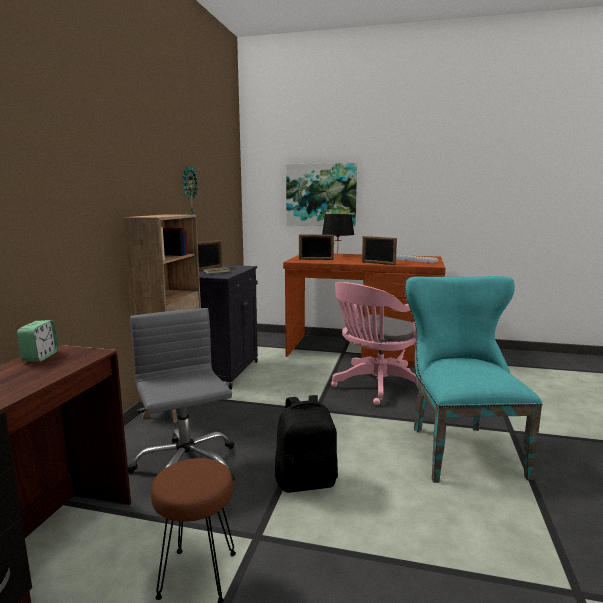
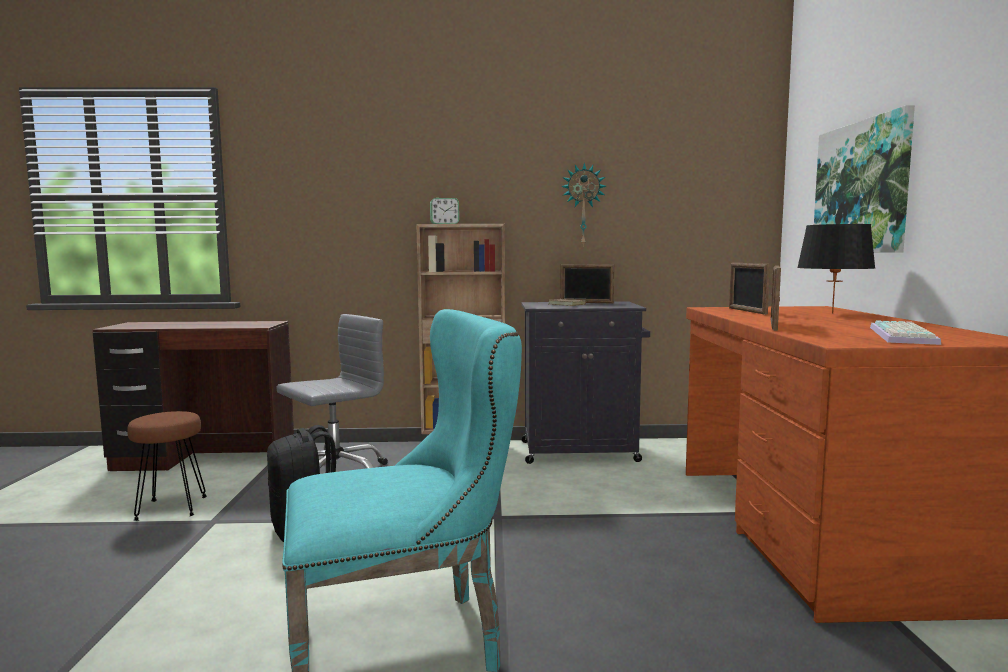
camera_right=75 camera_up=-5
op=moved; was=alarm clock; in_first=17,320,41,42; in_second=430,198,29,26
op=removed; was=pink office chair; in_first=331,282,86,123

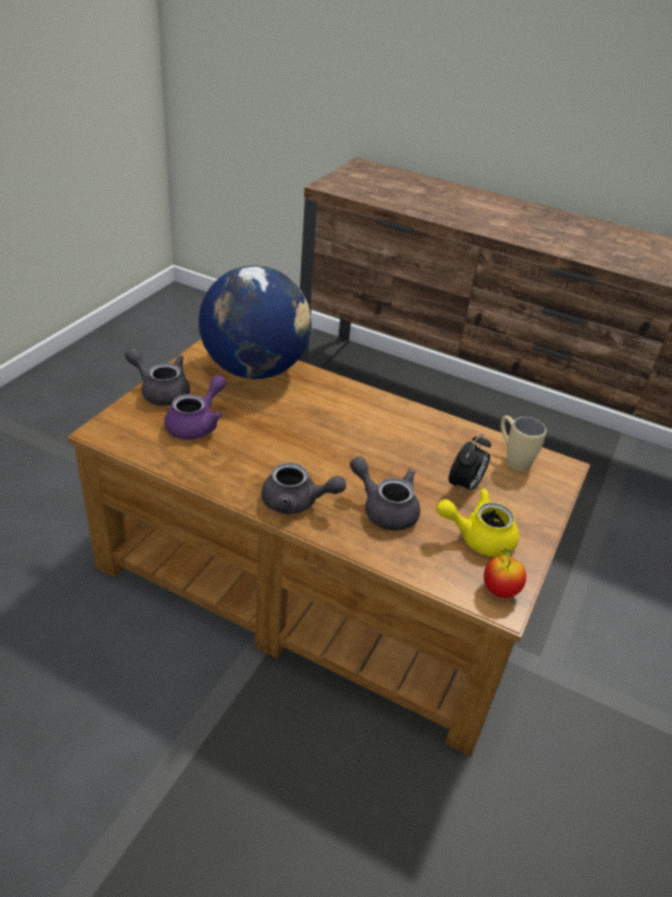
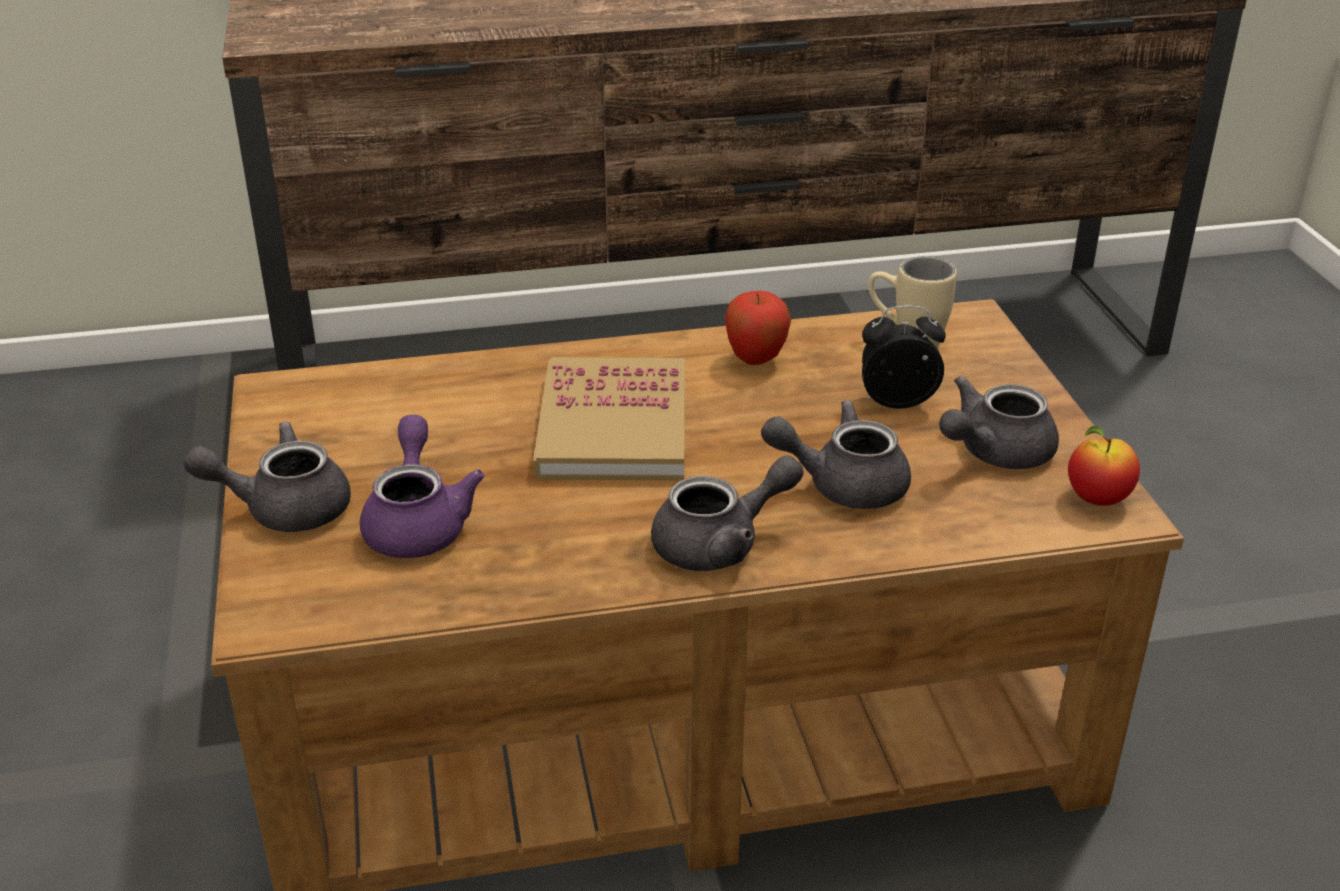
camera_right=-35 camera_up=-5
op=added; now=book; in_second=533,357,152,123
op=added; now=apple; in_second=725,291,66,74
op=turned; was=alarm clock; in_first=449,434,42,60; in_second=862,305,84,104; clockwise=-90
op=recoloured; was=yellow teapot; now=grey teapot; in_first=436,488,83,69; in_second=939,375,120,94
op=removed; was=globe; in_first=199,265,112,114

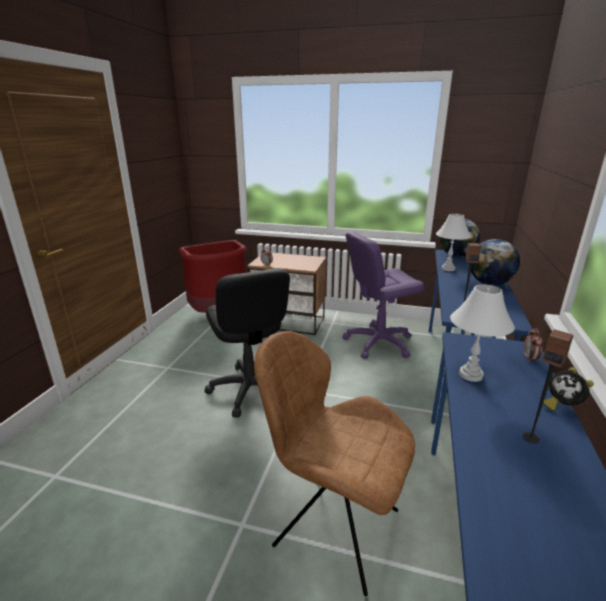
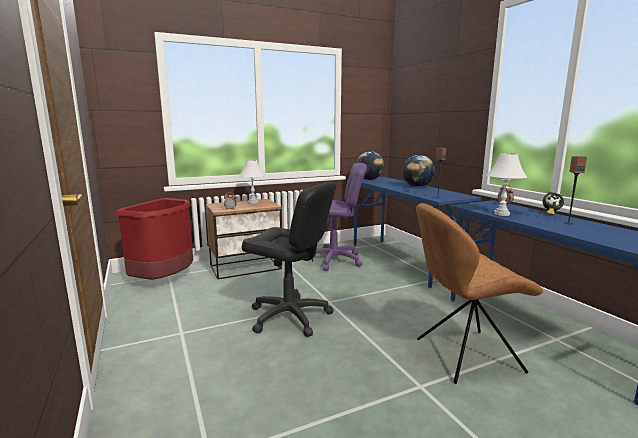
camera_right=-40 camera_up=-10
op=moved; was=white table lamp; in_first=436,214,36,57; in_second=239,160,26,44
op=turned; was=purple office chair; in_first=342,232,82,127; in_second=304,163,63,108; clockwise=-120

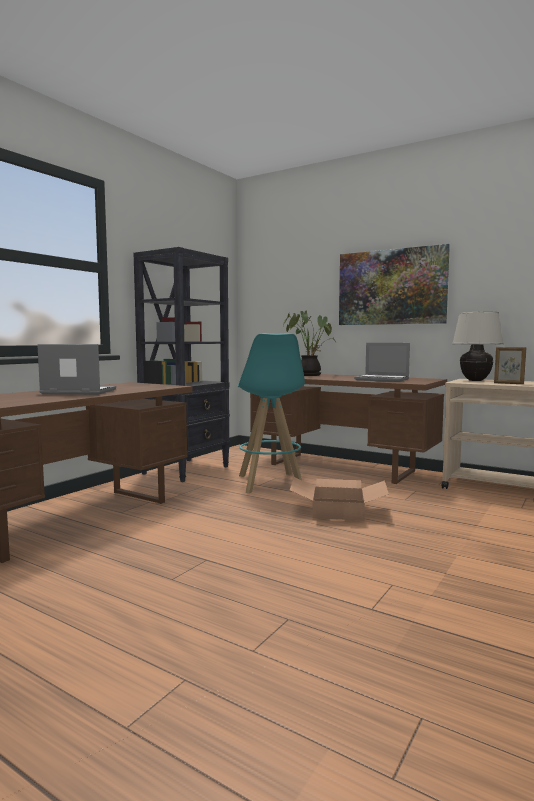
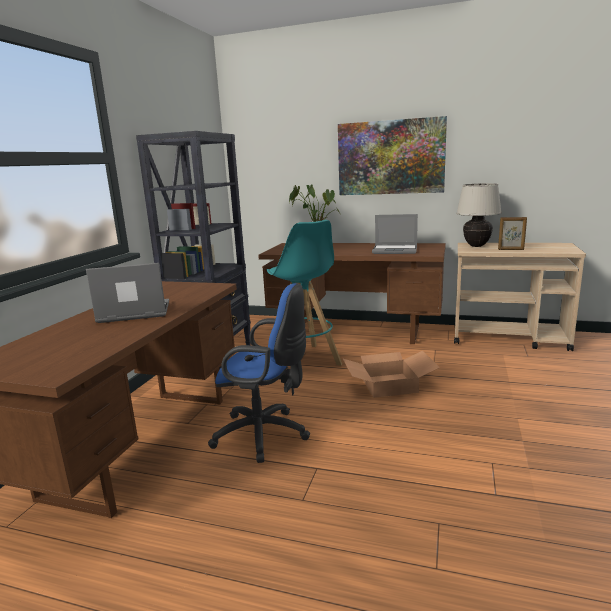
camera_right=-15 camera_up=10
op=added; now=blue office chair; in_second=208,283,102,180

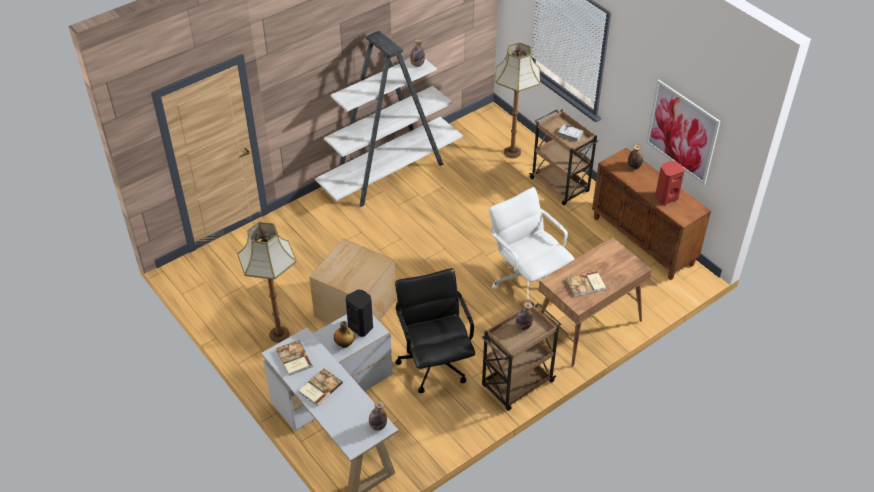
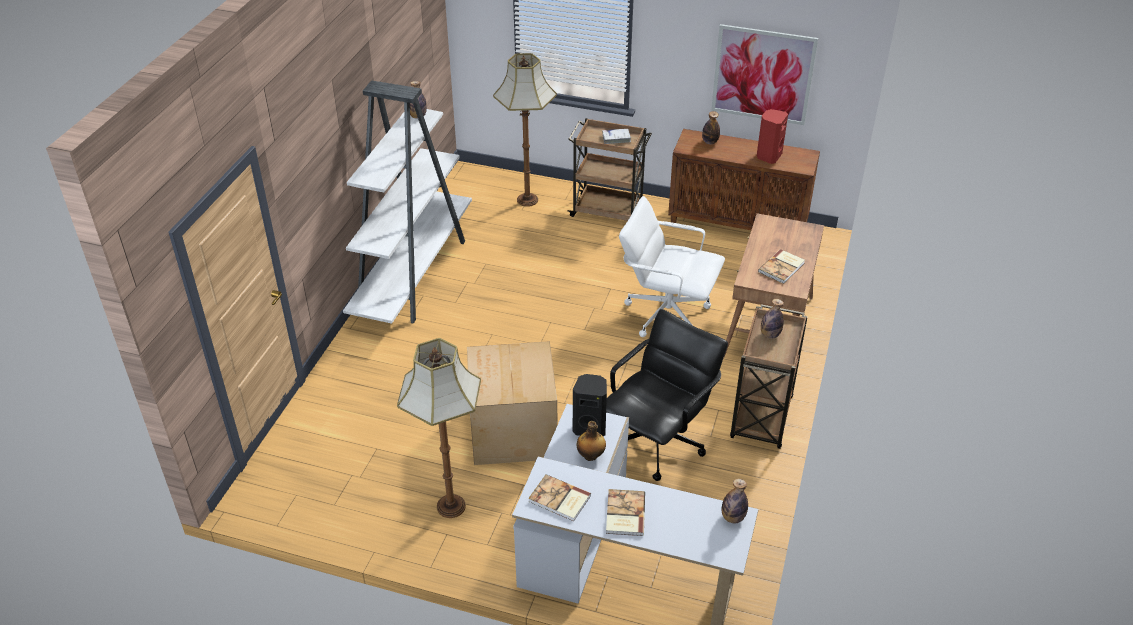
camera_right=-35 camera_up=-5
op=turned; was=black office chair; in_first=395,268,80,125; in_second=606,309,122,172; clockwise=90

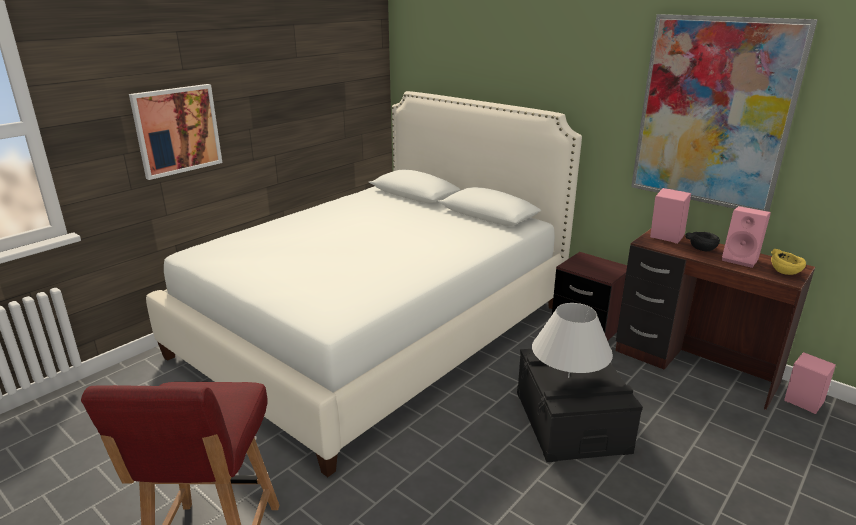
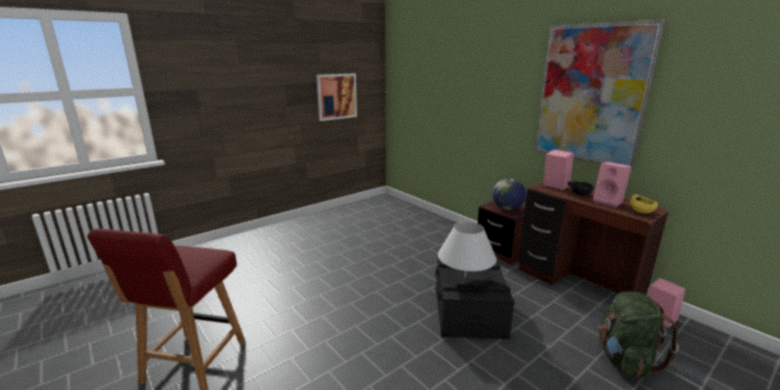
camera_right=10 camera_up=-5
op=moved; was=picture; in_first=129,84,93,96; in_second=316,73,41,48
op=added; now=globe; in_second=492,178,34,32
op=added; now=green backpack; in_second=598,292,81,86
op=removed; was=white bed; in_first=146,91,436,386

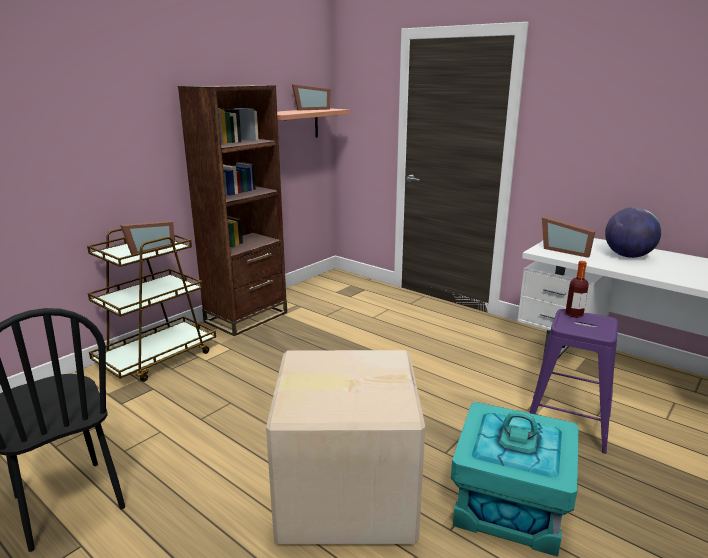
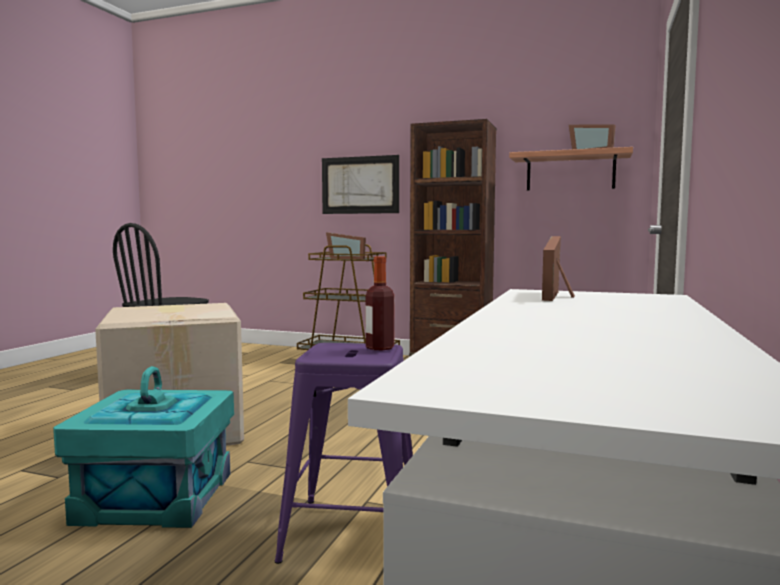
camera_right=70 camera_up=-15
op=added; now=picture; in_second=322,155,77,59
op=removed; was=globe; in_first=605,207,57,51

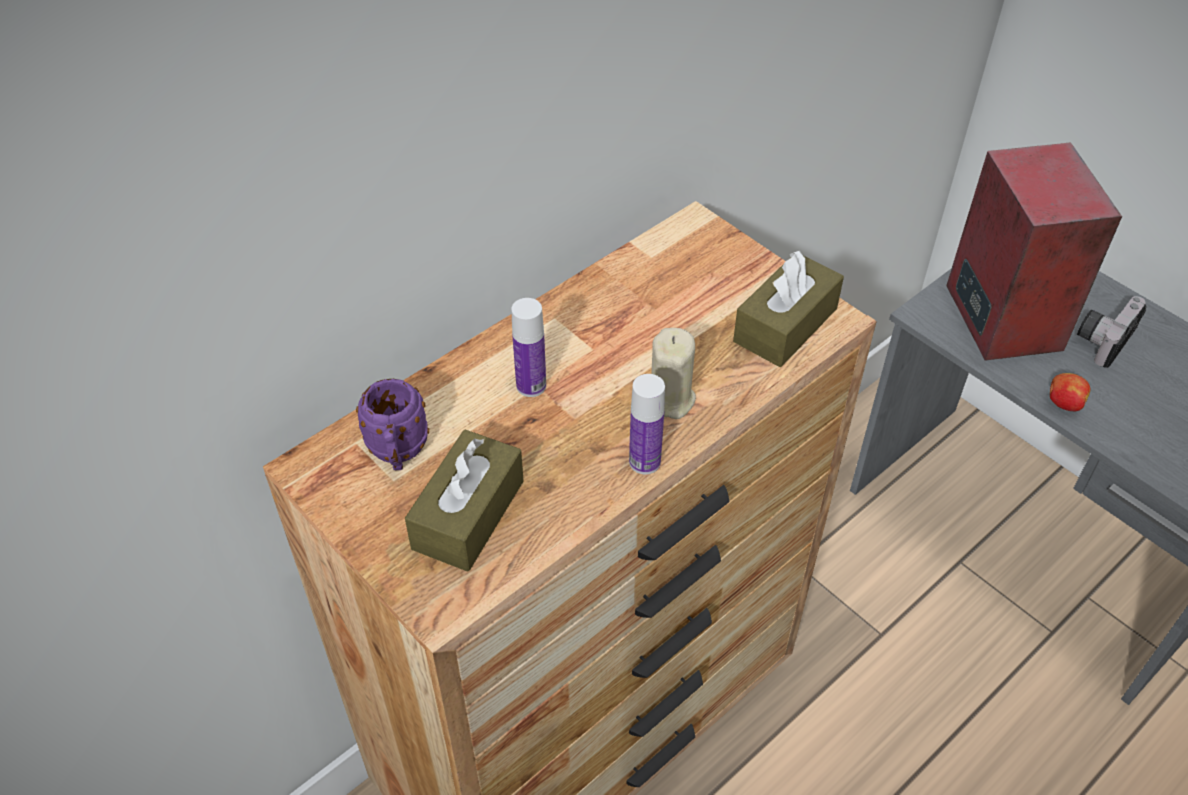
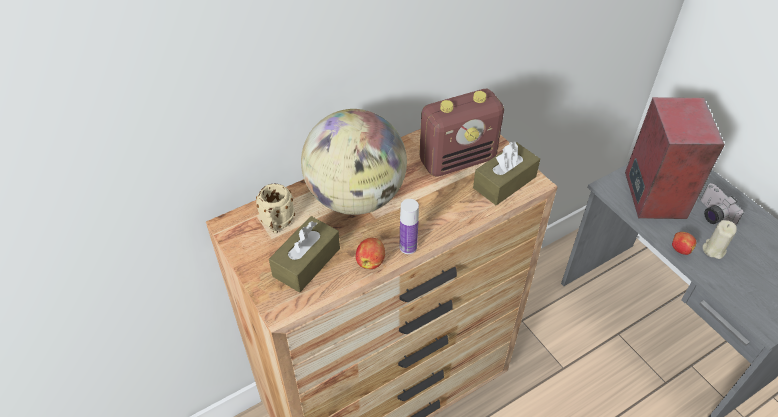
camera_right=10 camera_up=0
op=recoloured; was=purple mug; now=beige mug; in_first=356,379,73,91; in_second=256,184,39,50
op=replaced; was=bottle; now=globe; in_first=511,298,35,99; in_second=301,109,106,106
op=added; now=apple; in_second=356,238,29,31
op=added; now=radio; in_second=419,89,85,88
op=turned; was=photo camera; in_first=1077,296,70,72; in_second=701,183,42,42; clockwise=-75
op=moved; was=beige candle; in_first=651,328,45,91; in_second=702,220,35,39

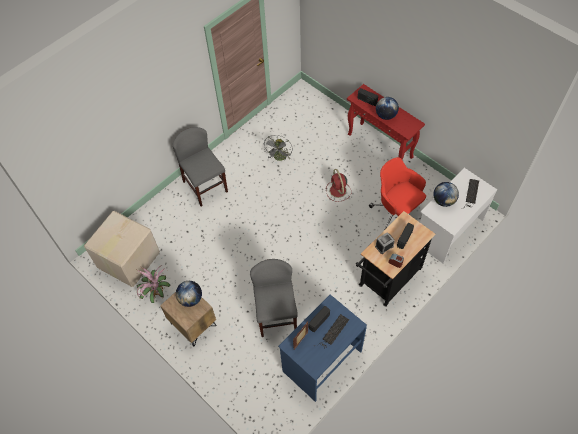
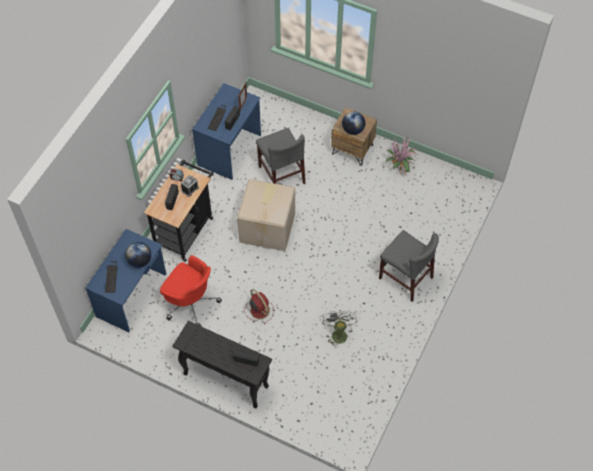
camera_right=160 camera_up=0
op=recoloured; was=white desk; now=blue desk; in_first=420,168,77,96; in_second=85,229,81,103
op=recoloured; was=red console table; now=black console table; in_first=347,84,78,76; in_second=173,321,99,88
op=moved; was=cardboard box; in_first=84,211,76,76; in_second=237,179,58,72
op=removed; was=globe; in_first=376,97,23,23

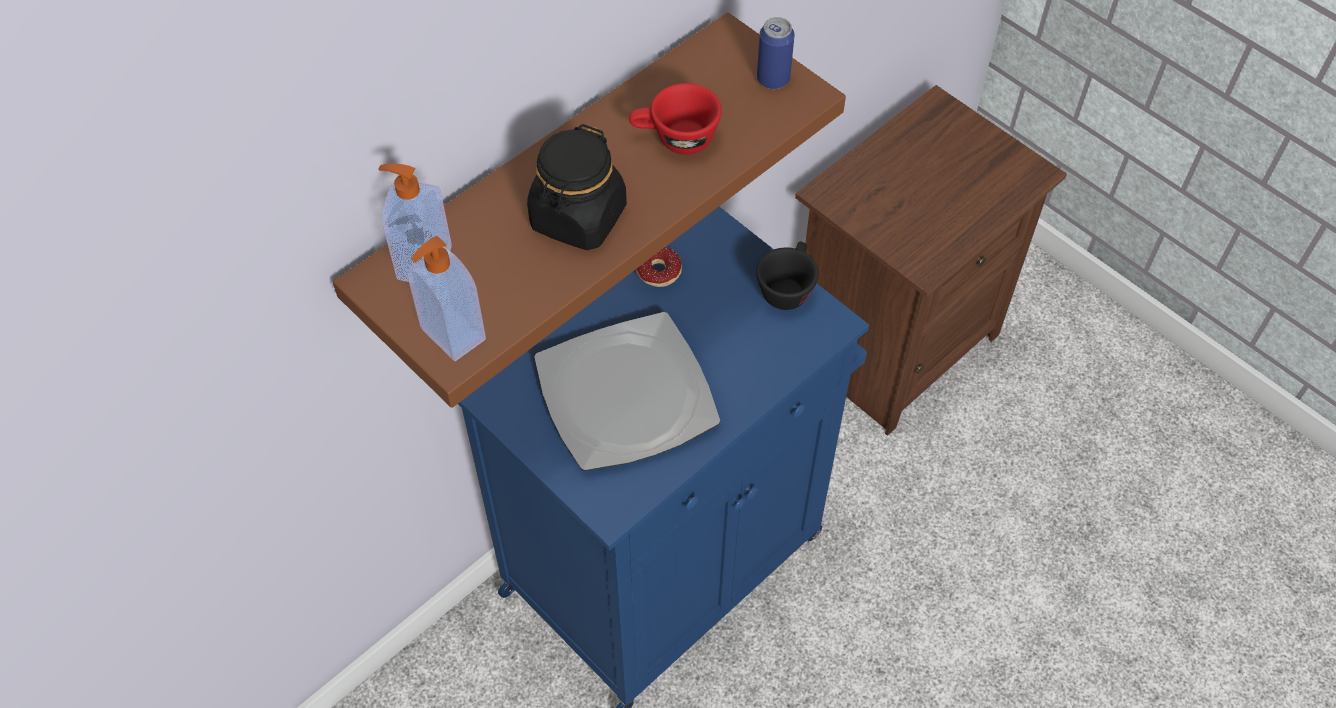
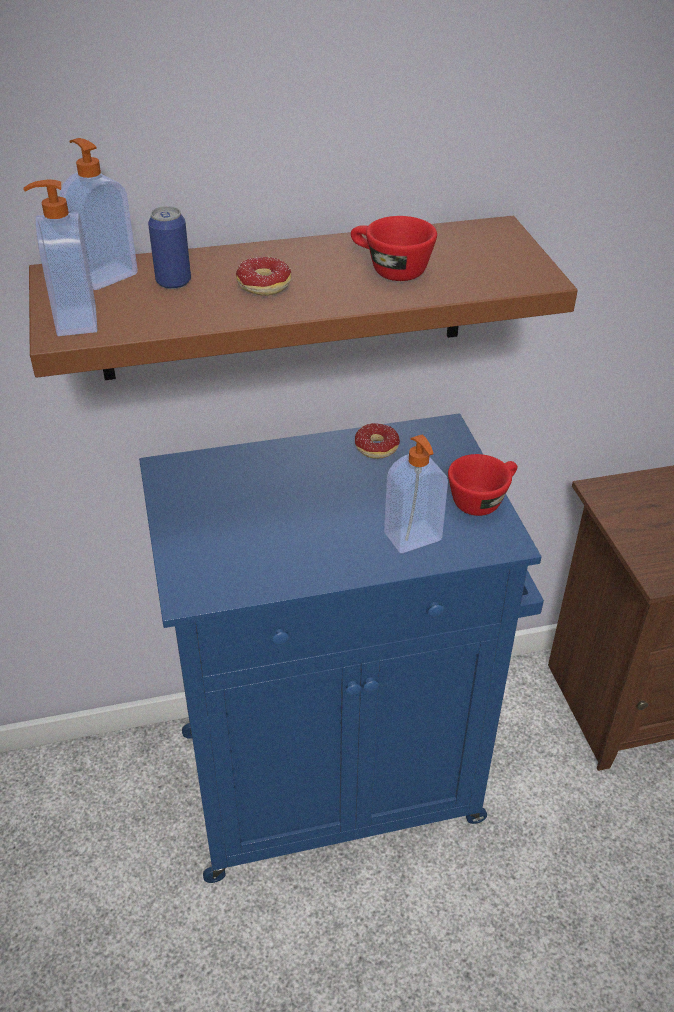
camera_right=30 camera_up=-15
op=moved; was=can; in_first=757,17,38,72; in_second=148,206,43,83
op=replaced; was=black jar; now=donut; in_first=527,124,100,126; in_second=236,257,55,39
op=added; now=soap dispenser; in_second=384,435,64,118
op=recoloured; was=black cup; now=red cup; in_first=756,242,63,68; in_second=448,454,69,62
op=removed; was=plate; in_first=534,312,186,159

